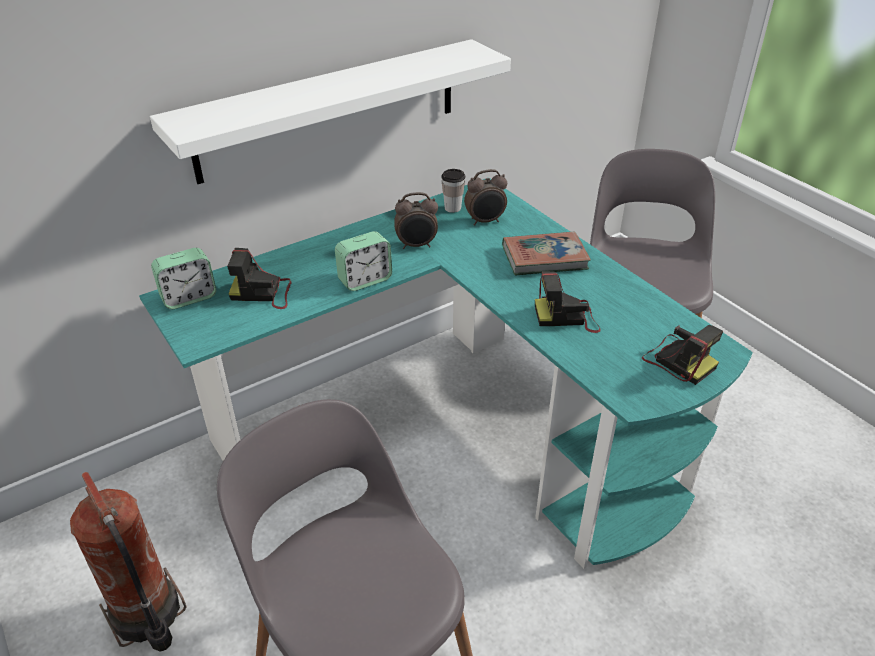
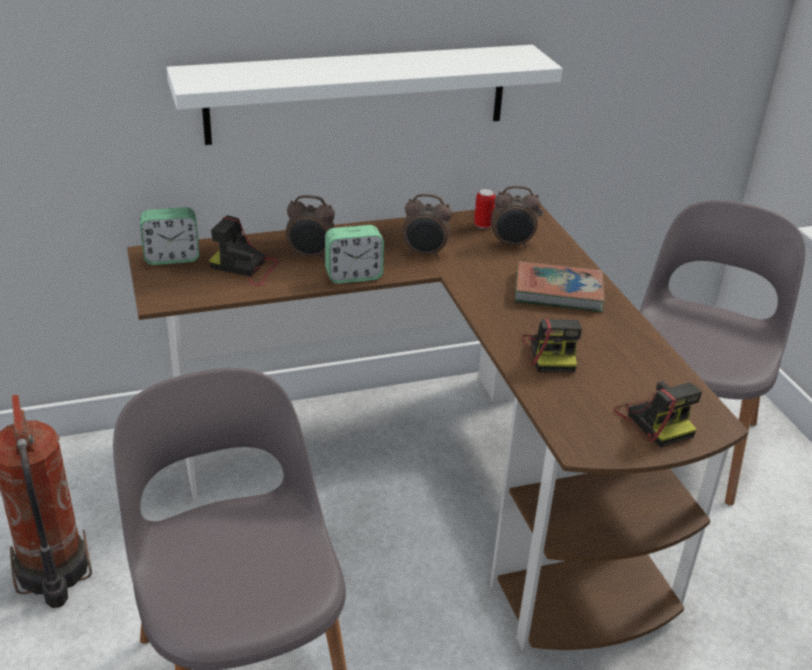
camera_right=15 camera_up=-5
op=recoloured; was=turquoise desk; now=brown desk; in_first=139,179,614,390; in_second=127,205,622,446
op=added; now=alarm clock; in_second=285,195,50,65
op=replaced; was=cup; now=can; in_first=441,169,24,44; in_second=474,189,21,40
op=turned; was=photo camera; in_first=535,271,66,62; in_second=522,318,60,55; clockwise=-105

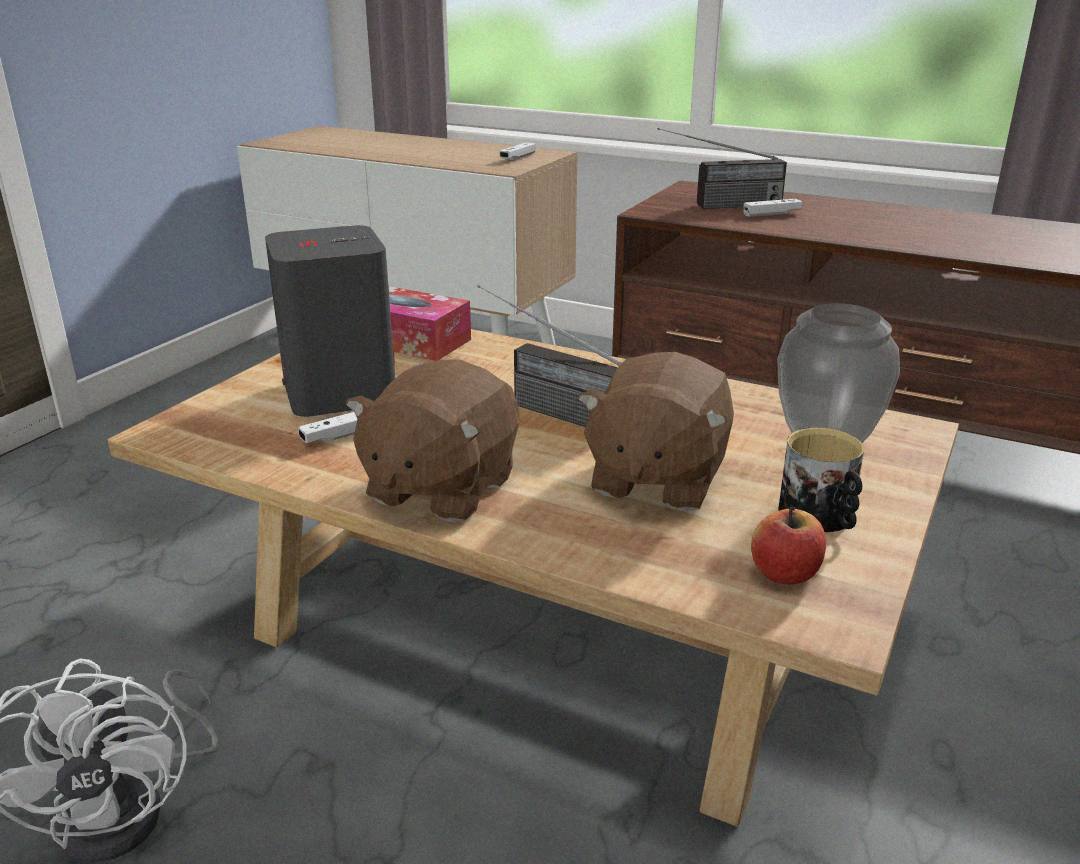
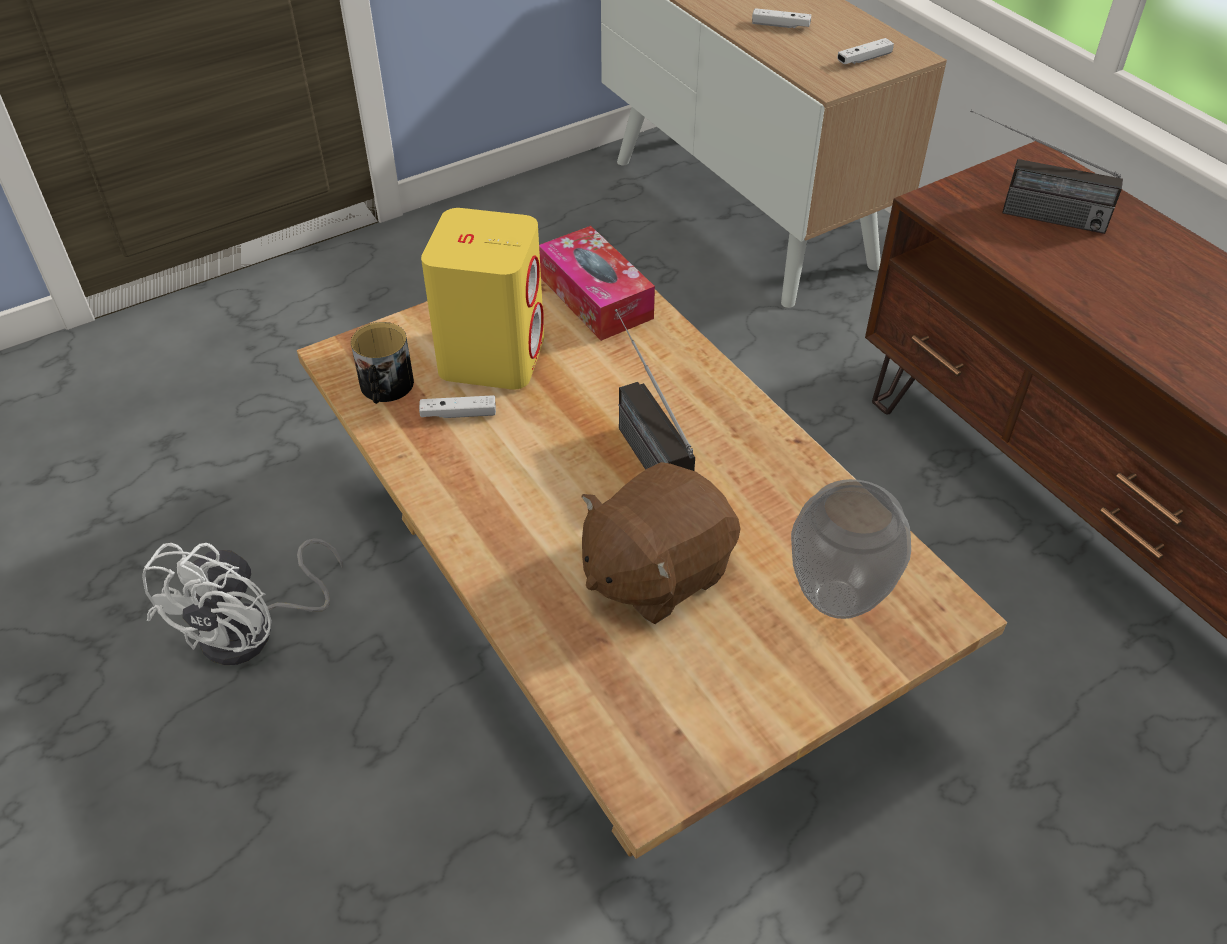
camera_right=30 camera_up=20
op=moved; was=mug; in_first=778,428,86,105; in_second=351,322,63,82
op=recoloured; was=grey speaker; now=yellow speaker; in_first=265,225,130,192; in_second=421,208,123,182
op=moved; was=white game controller; in_first=743,199,59,18; in_second=752,8,59,21
op=removed; was=brown plush toy; in_first=346,360,174,162
op=removed; was=apple; in_first=751,507,75,77

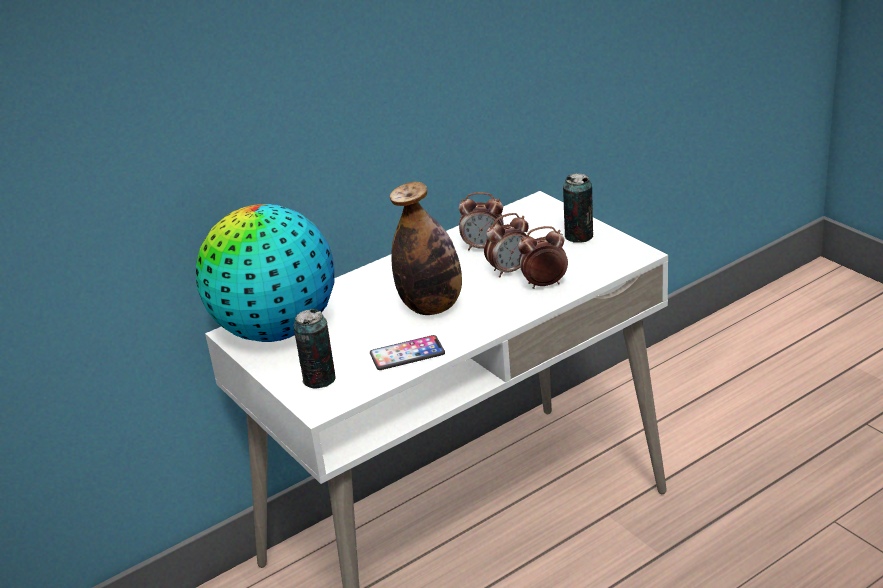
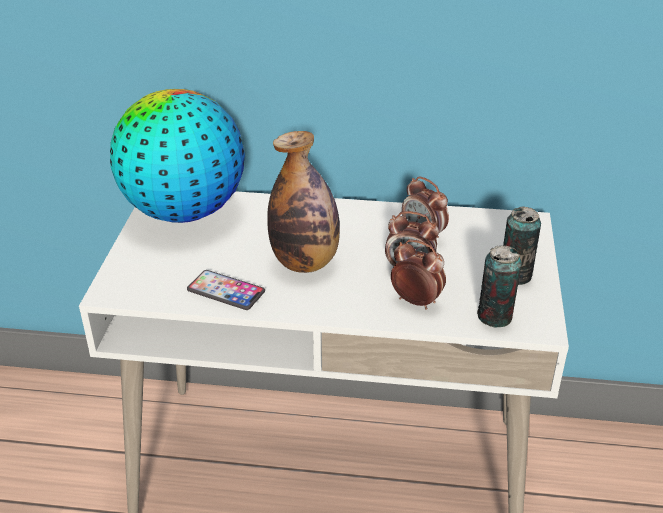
camera_right=40 camera_up=5
op=moved; was=can; in_first=293,309,43,80; in_second=477,245,45,82

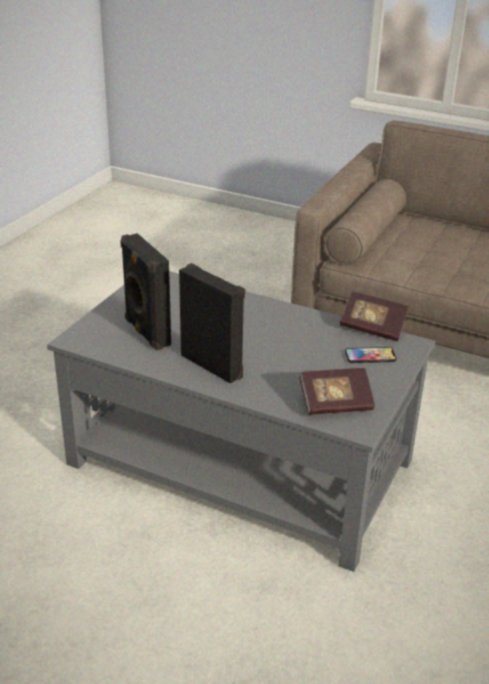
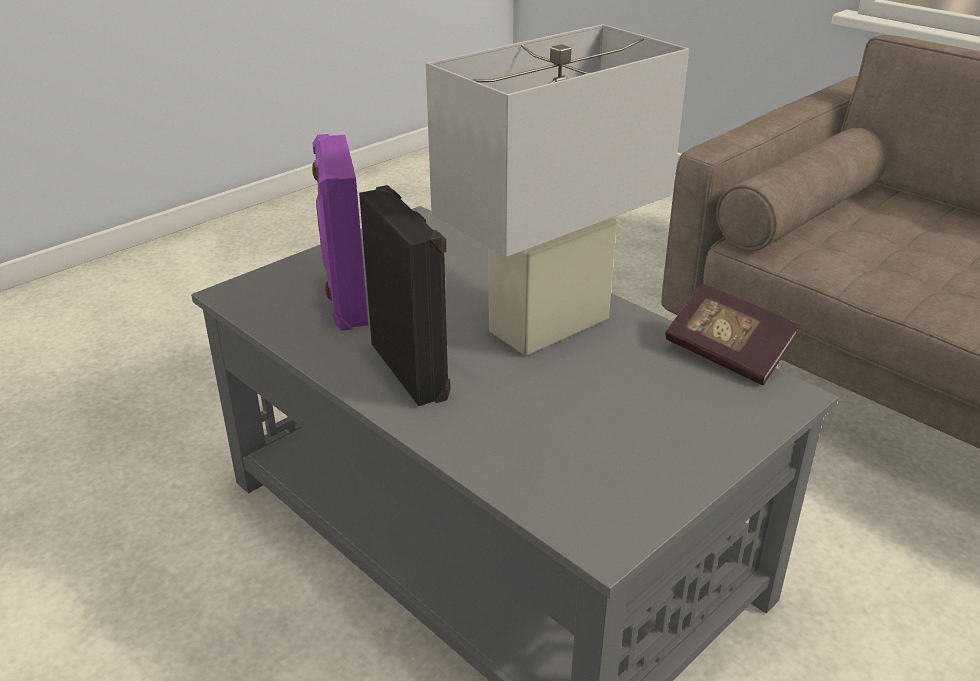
camera_right=20 camera_up=0
op=recoloured; was=black speaker; now=purple speaker; in_first=120,233,51,118; in_second=312,134,56,197
op=added; now=white table lamp; in_second=426,24,263,332
op=removed; was=book; in_first=299,368,76,47
op=removed; was=phone; in_first=345,347,51,16

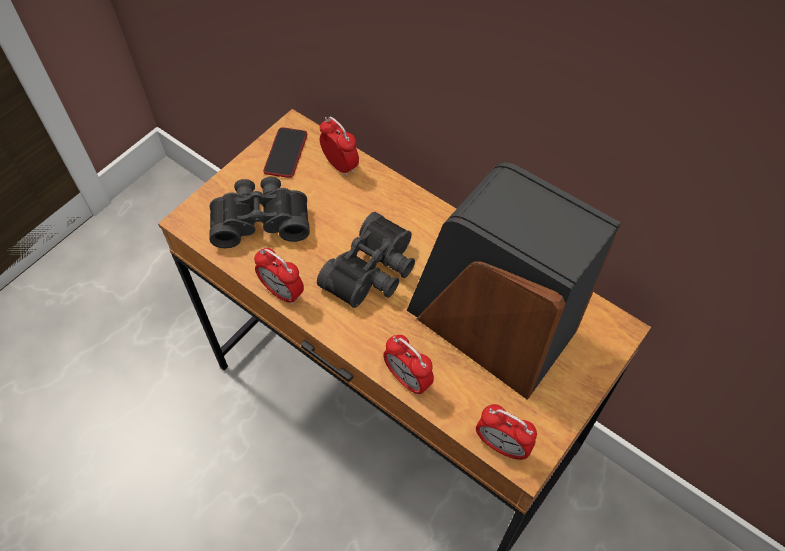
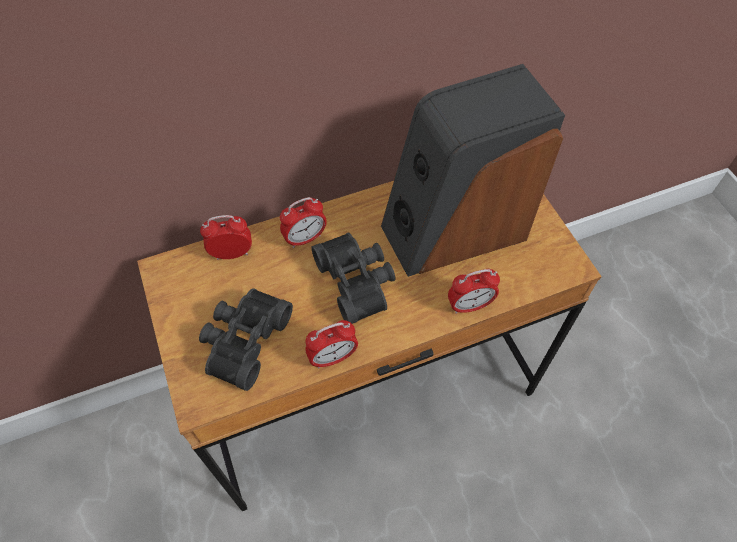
camera_right=-60 camera_up=0
op=moved; was=alarm clock; in_first=476,404,61,56; in_second=280,197,47,51
op=removed; was=phone; in_first=263,127,44,51

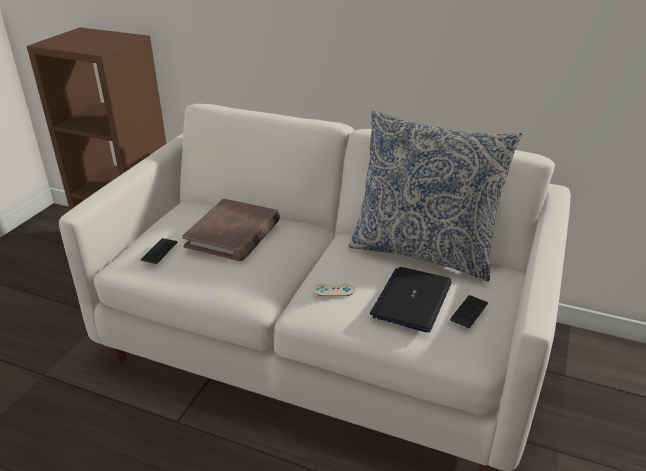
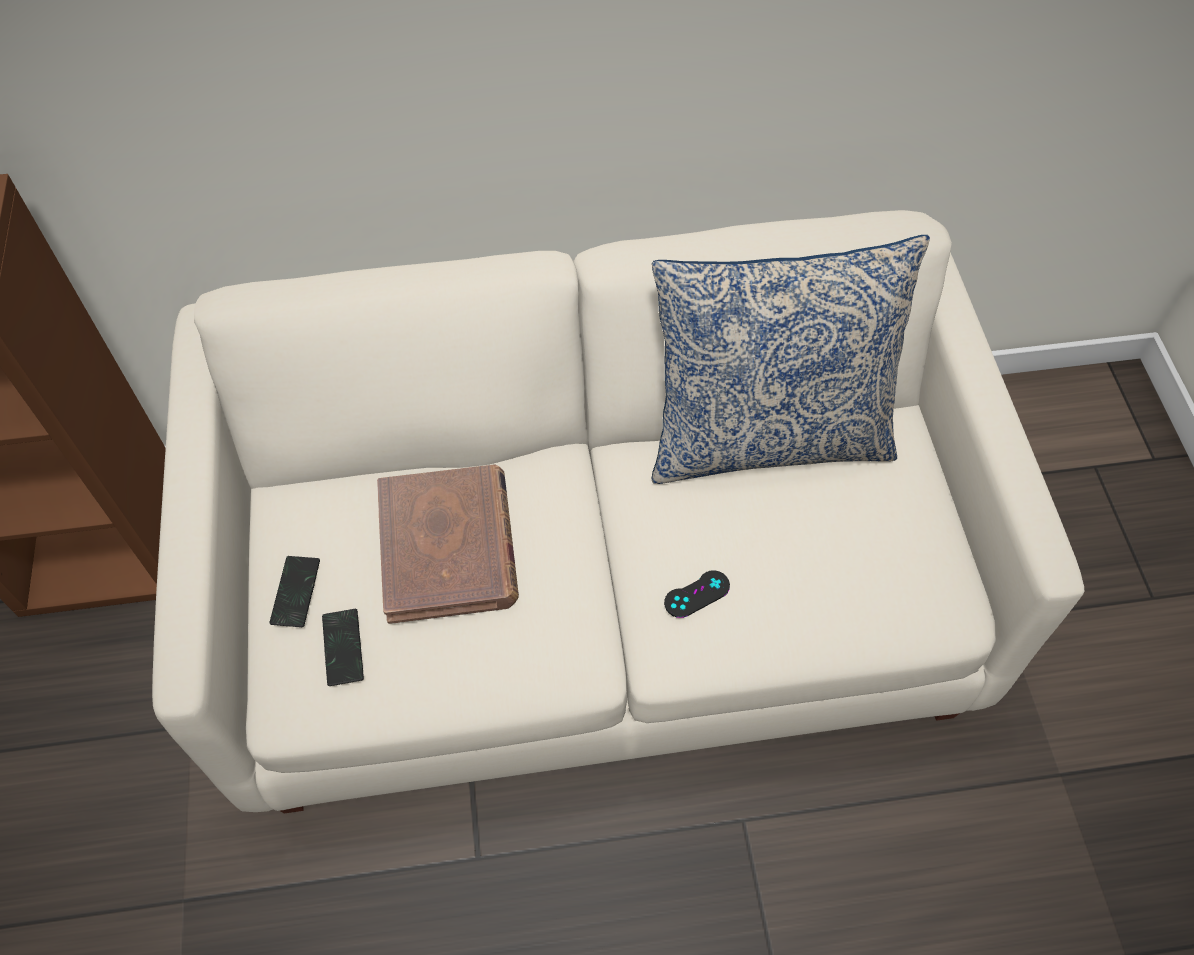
camera_right=-30 camera_up=25
op=moved; was=phone; in_first=450,295,38,33; in_second=269,556,51,71
op=recoloured; was=beige game controller; now=black game controller; in_first=313,284,42,12; in_second=664,570,66,48
op=removed; was=laptop; in_first=370,267,82,65

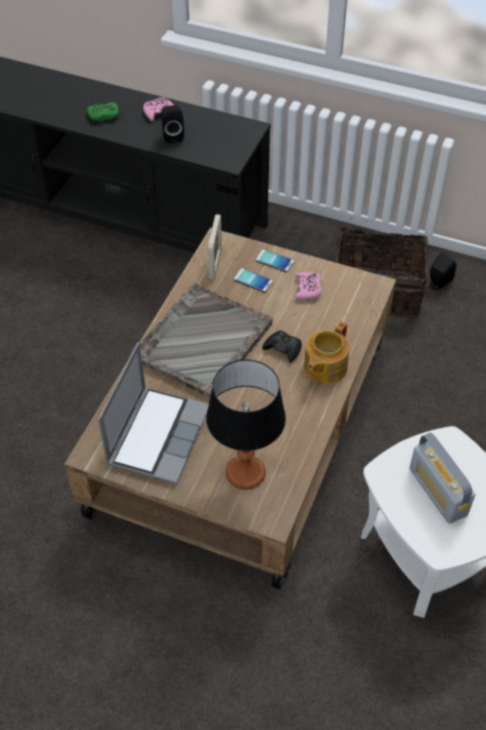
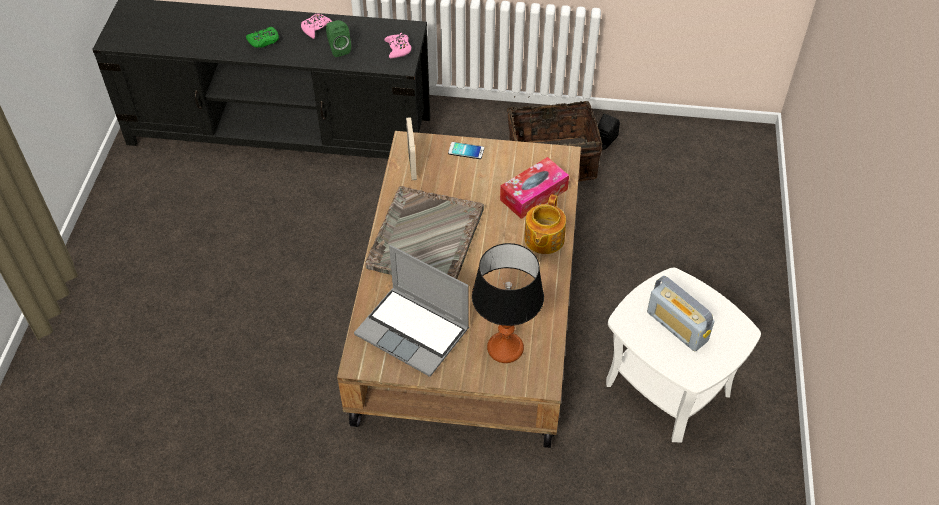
camera_right=-15 camera_up=0
op=recoloured; was=black speaker; now=green speaker; in_first=162,105,22,38; in_second=326,20,25,37
op=turned; was=laptop; in_first=98,342,111,142; in_second=354,245,115,132; clockwise=120
op=moved; was=pink game controller; in_first=295,272,27,27; in_second=384,33,27,26
op=added; now=tissue box; in_second=500,157,69,62
op=removed; was=phone; in_first=234,268,39,25
op=removed; was=black game controller; in_first=262,330,40,33

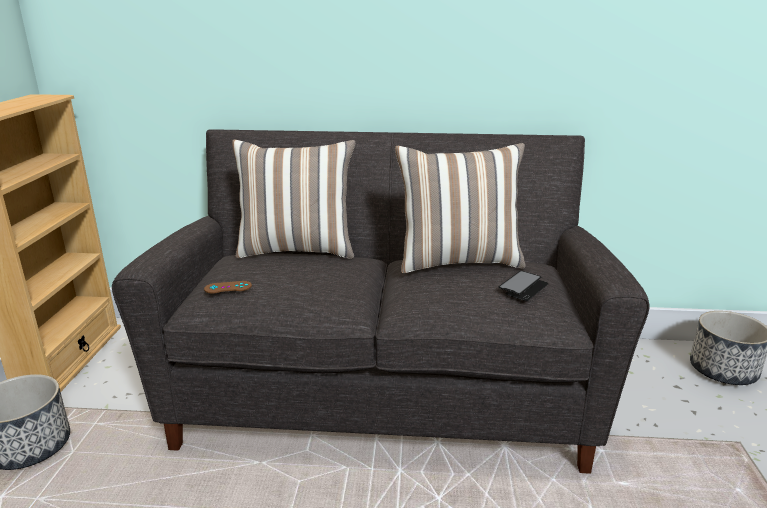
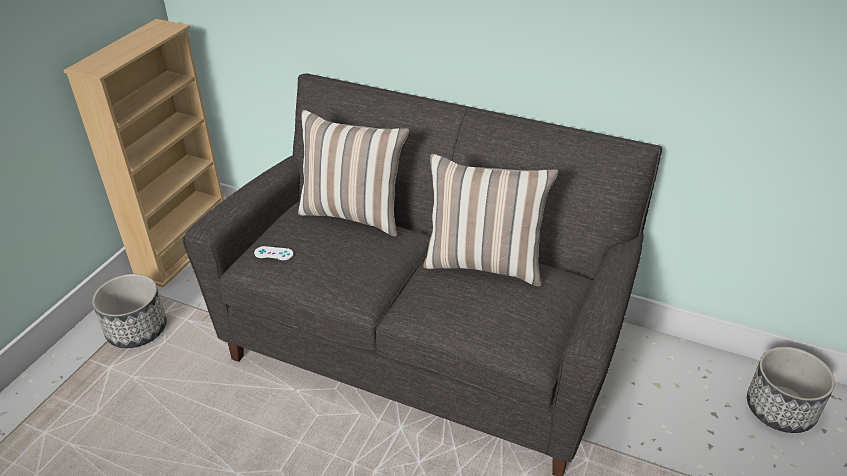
camera_right=20 camera_up=15
op=recoloured; was=brown game controller; now=white game controller; in_first=204,281,48,12; in_second=254,246,39,14
op=removed; was=phone; in_first=499,271,50,30

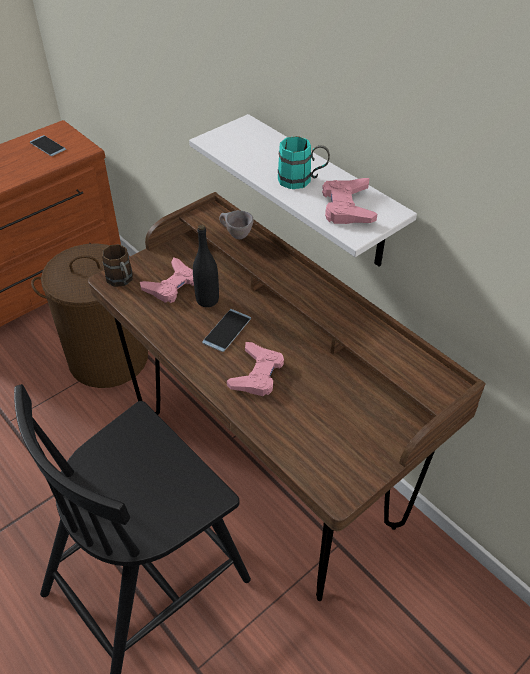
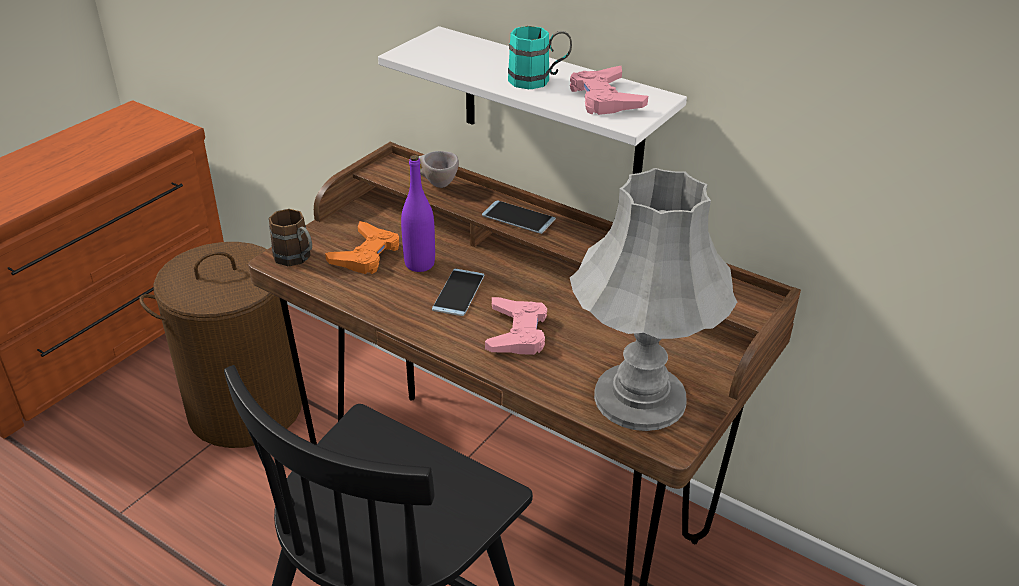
camera_right=-15 camera_up=-10
op=recoloured; was=pink game controller; now=orange game controller; in_first=140,258,54,45; in_second=325,221,74,53
op=recoloured; was=black bottle; now=purple bottle; in_first=193,225,26,82; in_second=401,155,34,117
op=moved; was=phone; in_first=30,135,36,21; in_second=482,201,74,33
op=added; now=grey table lamp; in_second=570,168,167,263

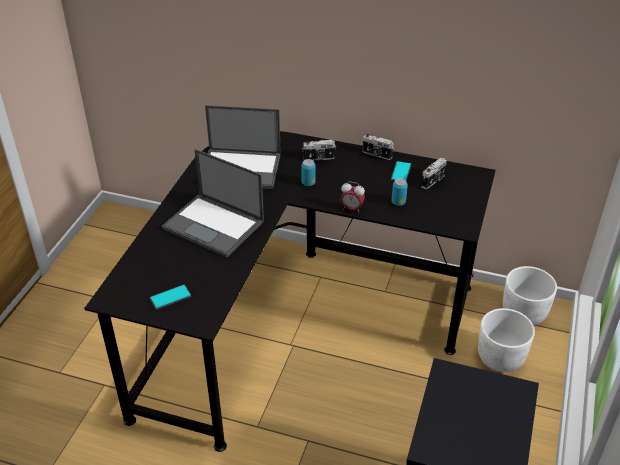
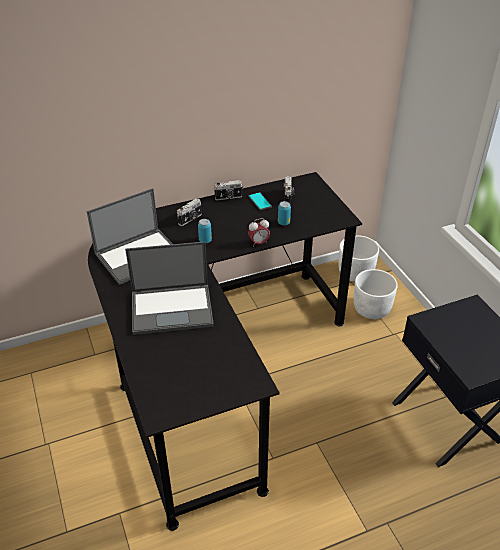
camera_right=-40 camera_up=0
op=removed; was=phone; in_first=149,284,42,26

